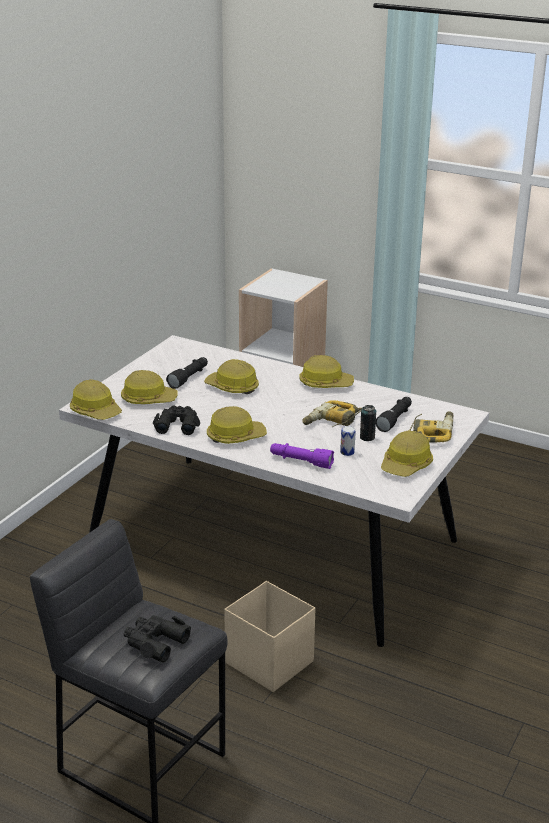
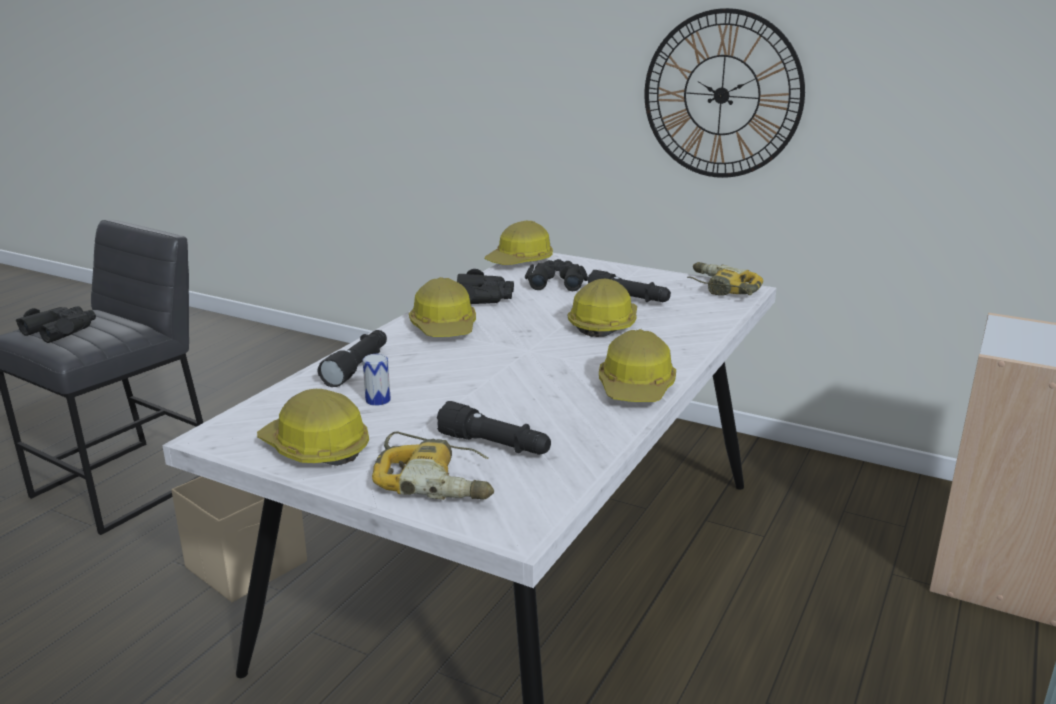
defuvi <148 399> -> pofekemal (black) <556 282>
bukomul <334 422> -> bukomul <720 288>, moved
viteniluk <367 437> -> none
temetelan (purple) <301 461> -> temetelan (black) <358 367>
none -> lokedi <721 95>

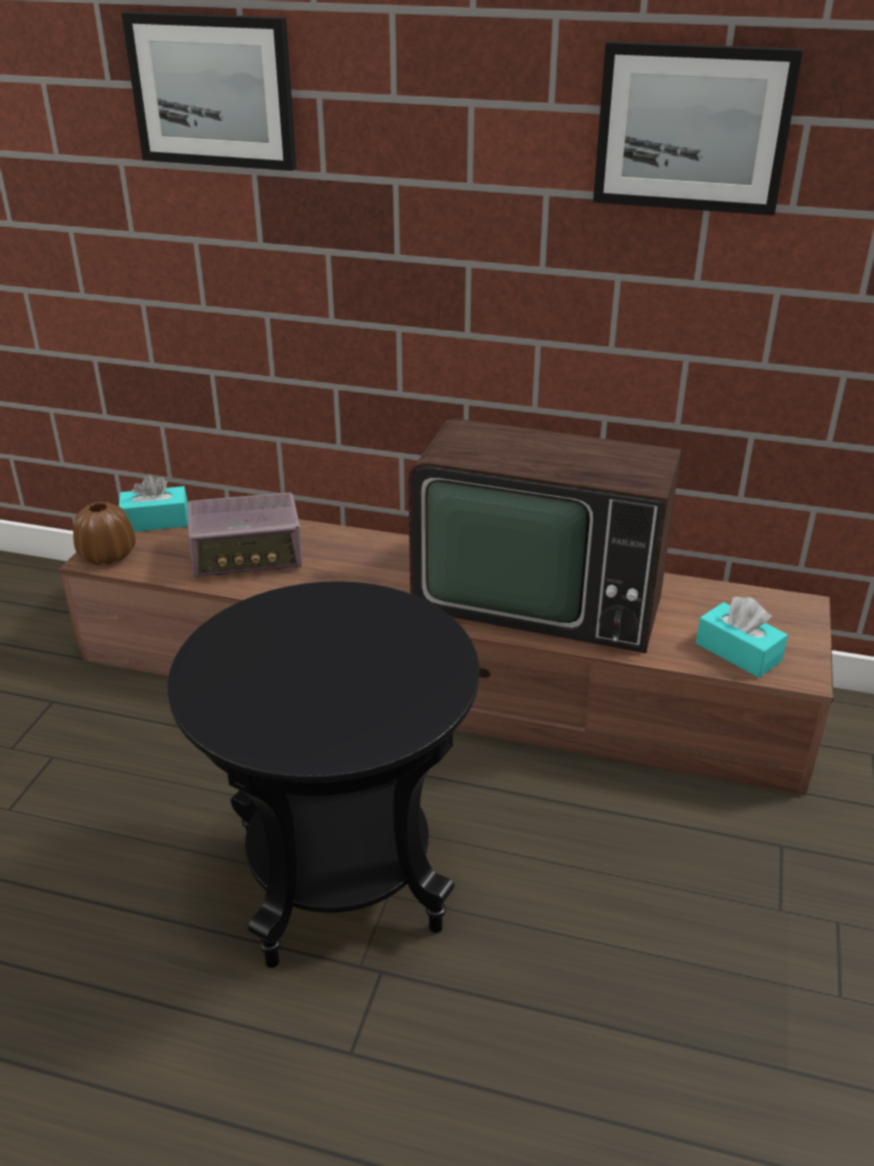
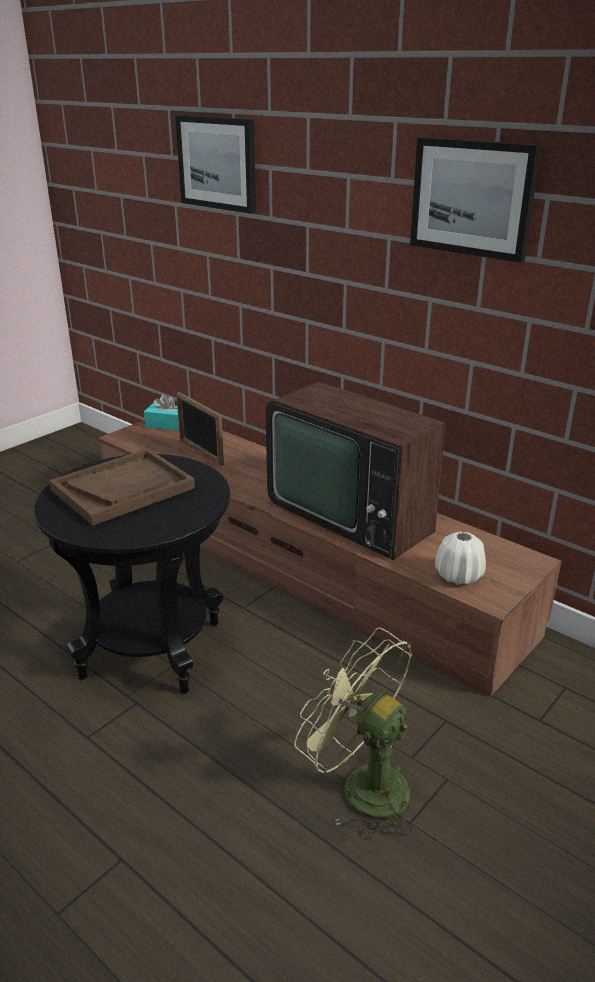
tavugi <247 555> -> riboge <201 452>
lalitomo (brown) <107 555> -> none
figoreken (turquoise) <738 652> -> lalitomo (white) <458 576>
none -> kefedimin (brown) <123 489>
none -> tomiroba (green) <361 785>

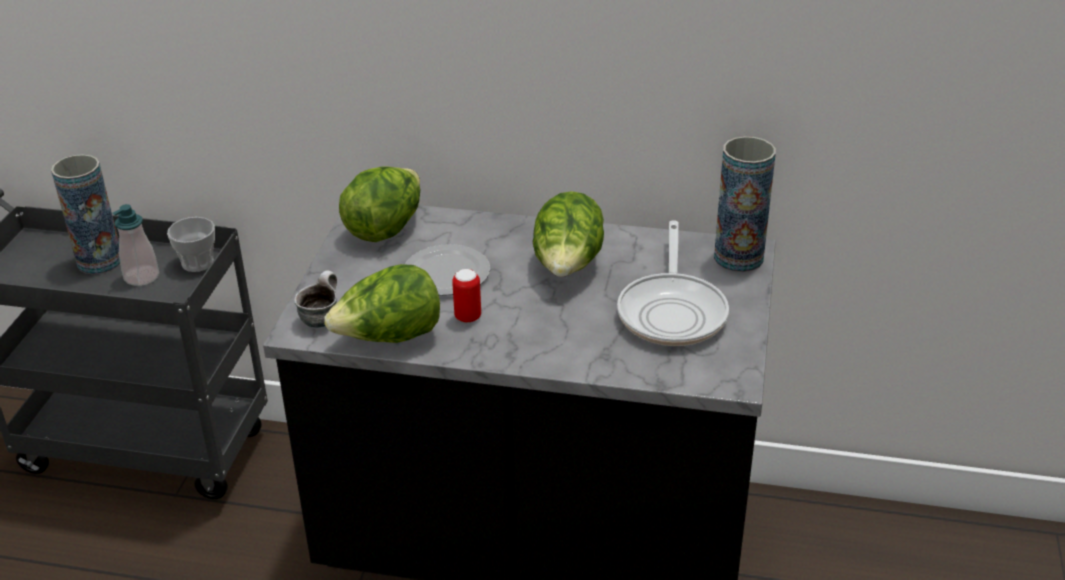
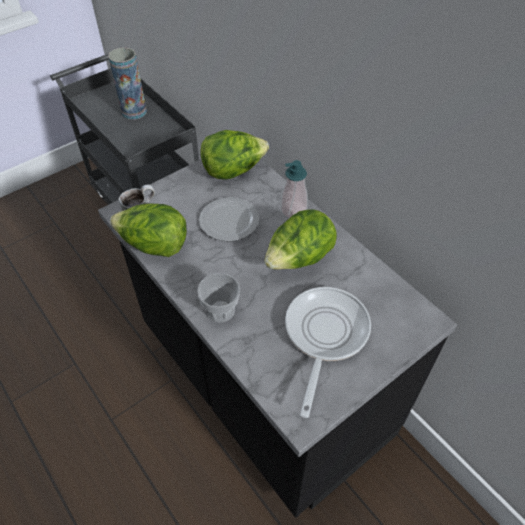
lalitomo <738 257> -> none
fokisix <141 277> -> fokisix <293 211>, moved
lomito <197 263> -> lomito <220 311>, moved
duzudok <673 311> -> duzudok <324 335>, 150 degrees clockwise
viteniluk <468 317> -> none

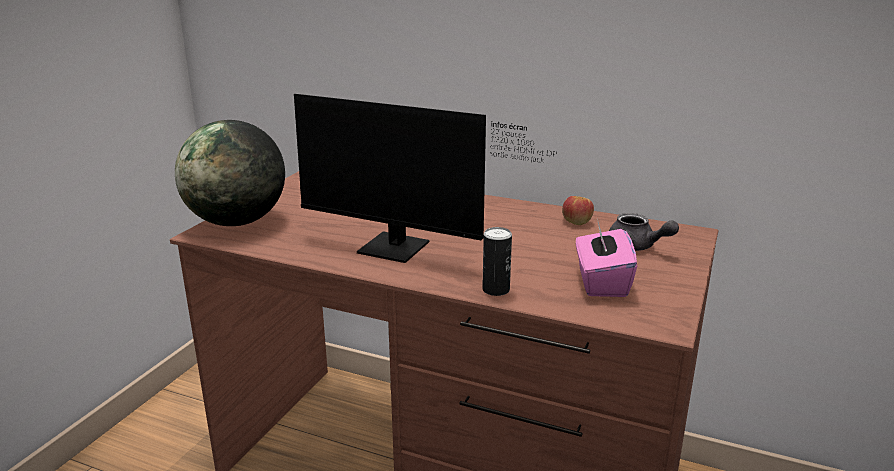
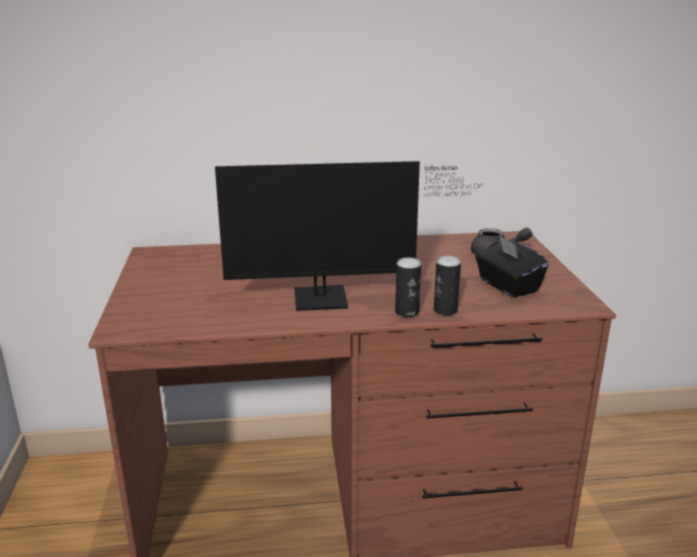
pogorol <237 222> -> none
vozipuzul <576 222> -> none
figoreken (pink) <601 282> -> figoreken (black) <507 286>
none -> viteniluk <407 312>

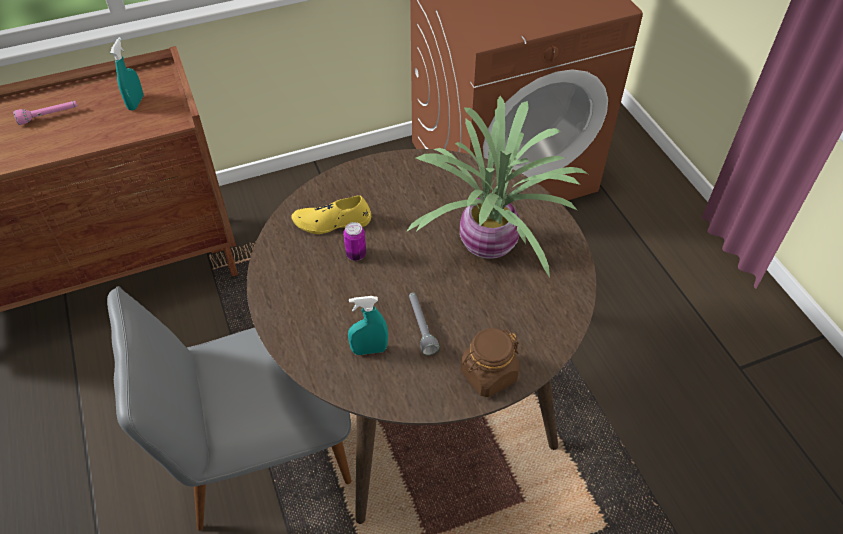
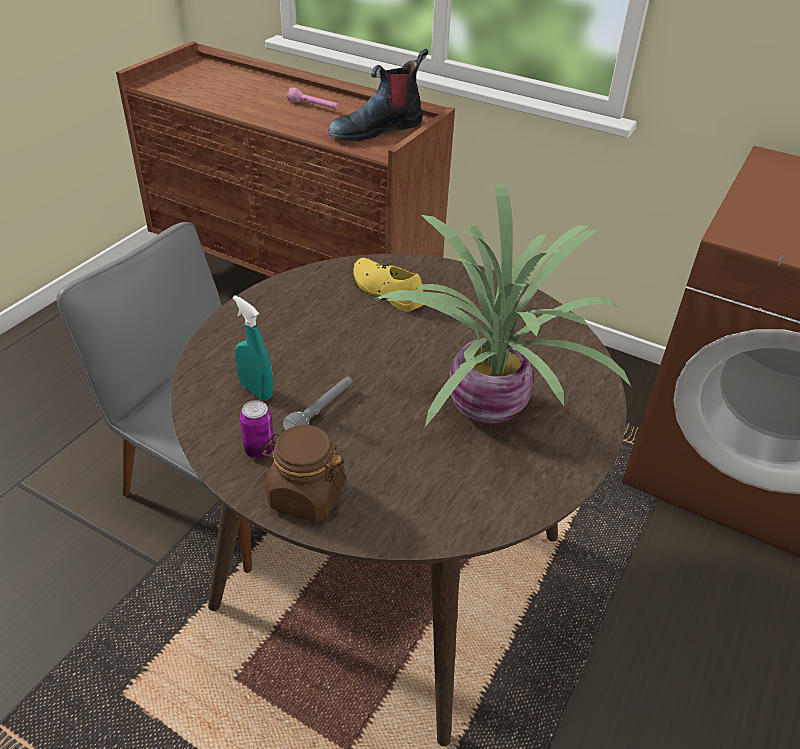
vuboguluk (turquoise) <136 103> -> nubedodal <376 129>
viteniluk <356 254> -> viteniluk <259 450>, moved

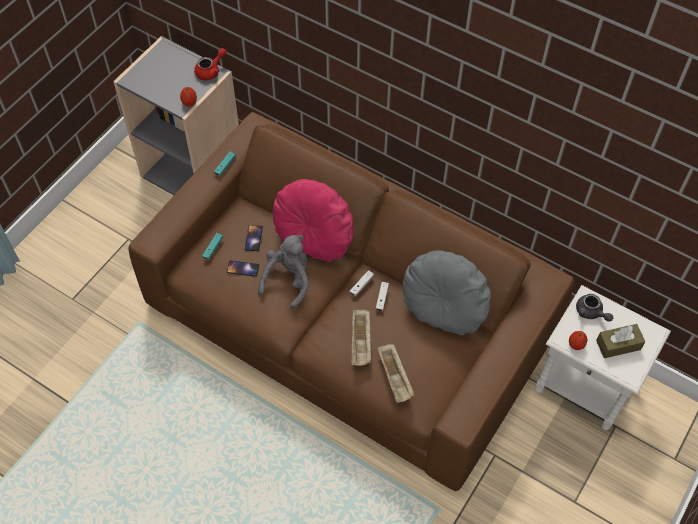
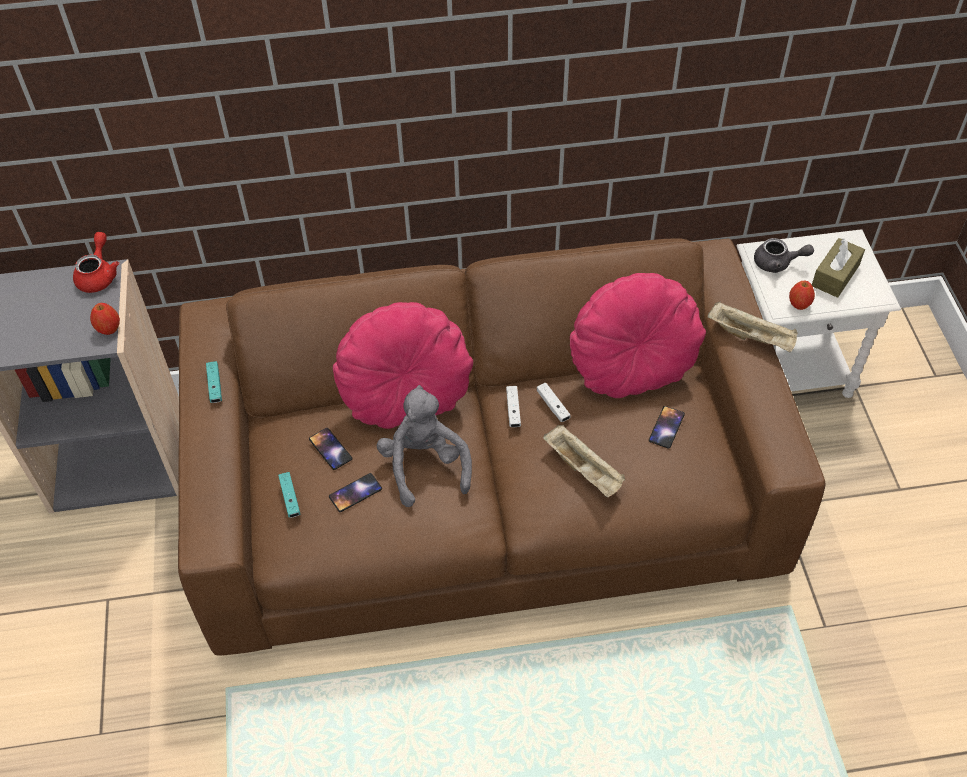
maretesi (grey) <443 313> -> maretesi (pink) <631 374>
kefedimin (beige) <395 378> -> kefedimin (beige) <751 337>, moved
none -> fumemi <666 427>

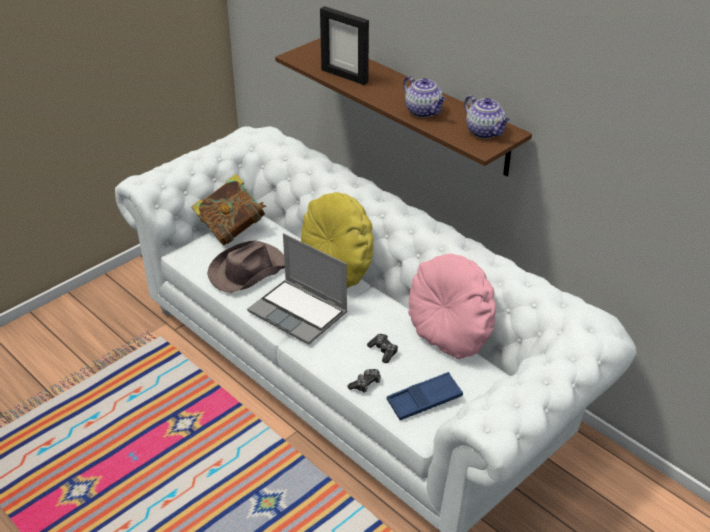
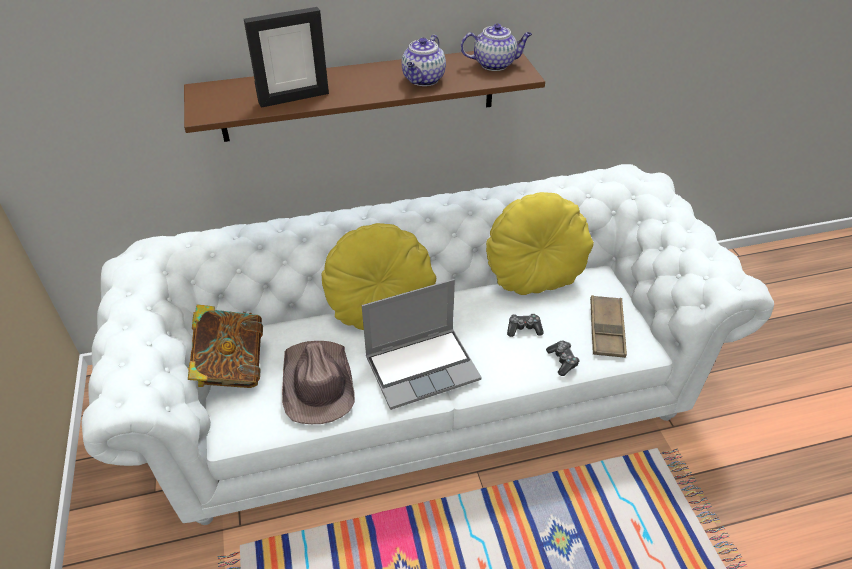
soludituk <424 112> -> soludituk <423 80>, 120 degrees clockwise
maretesi (pink) <448 339> -> maretesi (yellow) <534 280>
kefedimin (blue) <424 400> -> kefedimin (brown) <606 330>

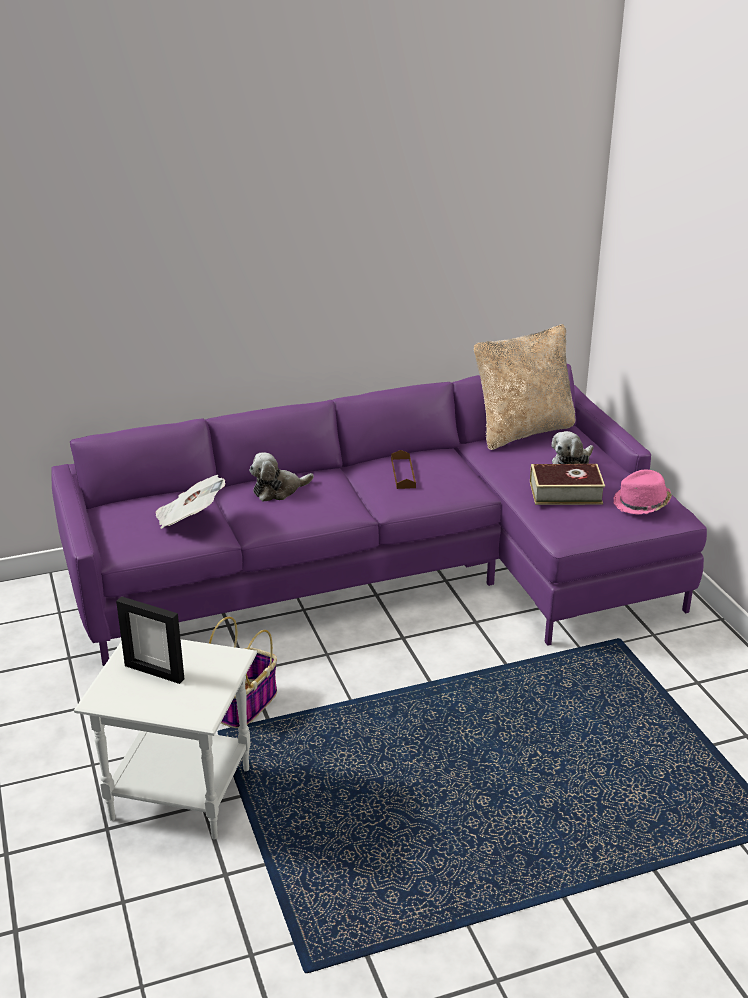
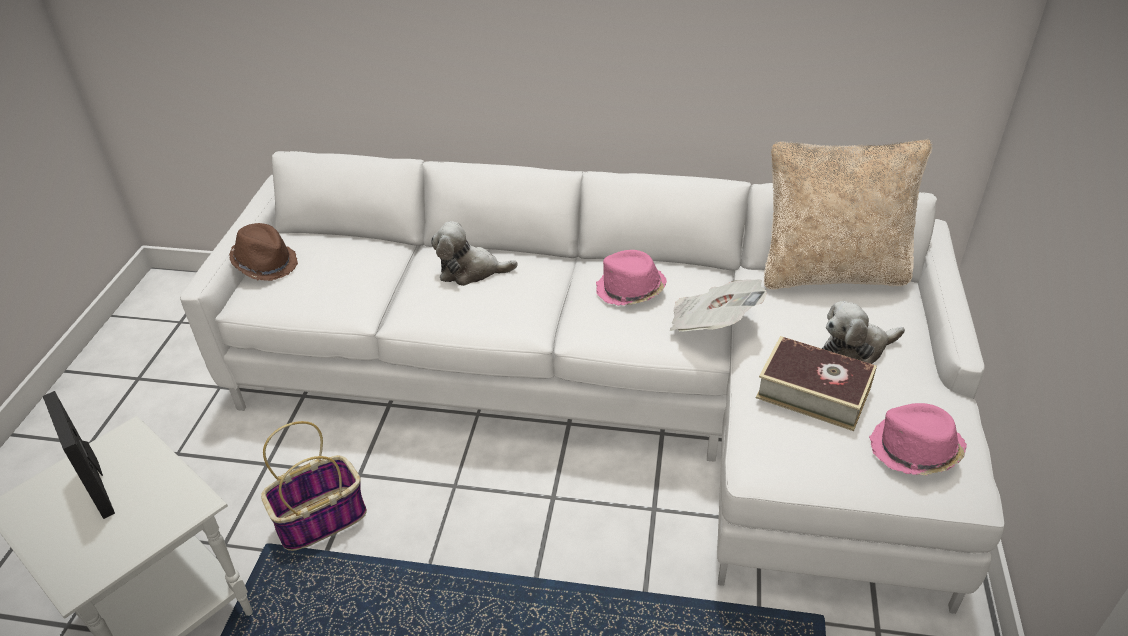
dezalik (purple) <391 570> -> dezalik (white) <609 396>
kefedimin (brown) <403 473> -> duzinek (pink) <630 291>
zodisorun <189 518> -> zodisorun <712 324>, moved
none -> duzinek (brown) <265 264>

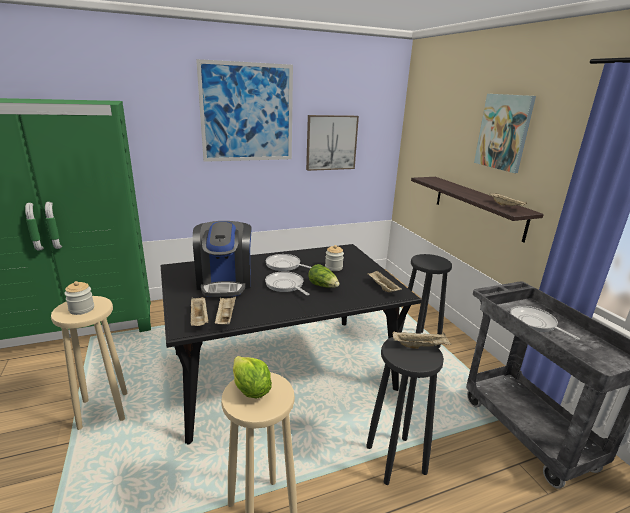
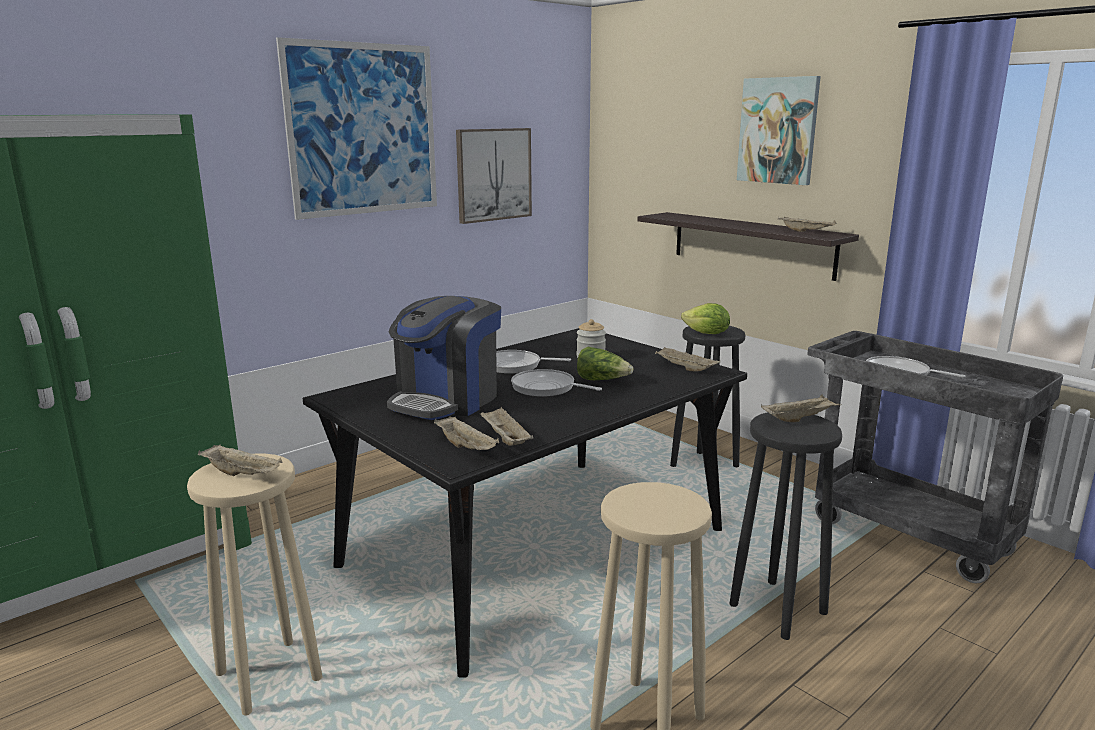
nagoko <225 282> -> nagoko <447 400>, 60 degrees clockwise
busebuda <81 309> -> kefedimin (beige) <243 474>
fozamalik <250 390> -> fozamalik <706 334>, moved

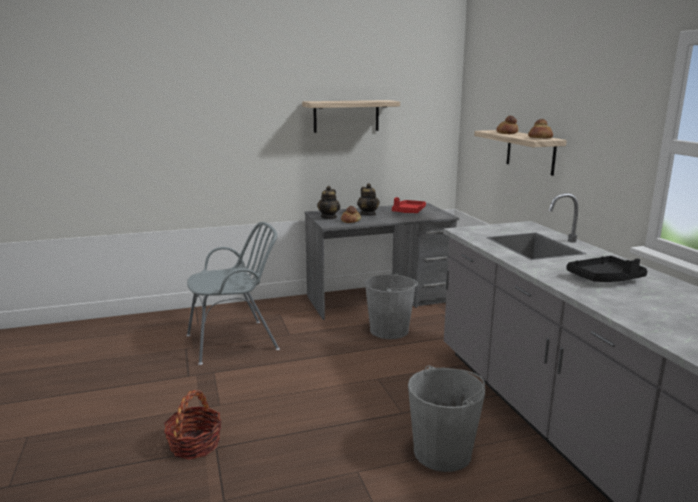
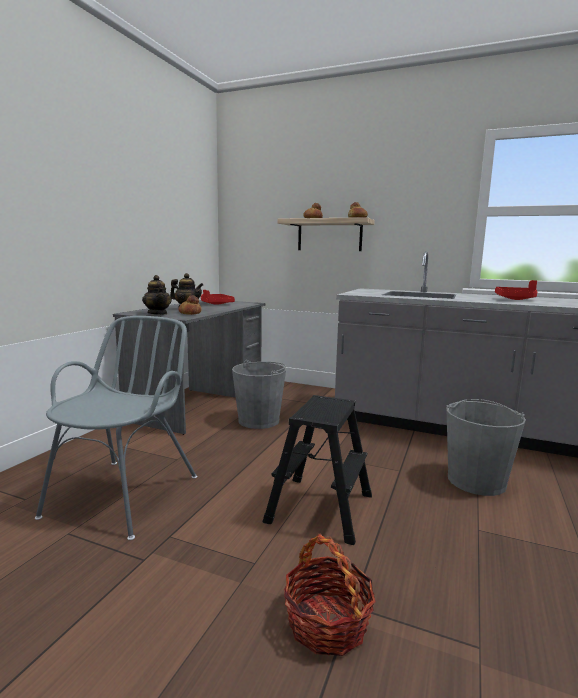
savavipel <346 116> -> none
kefedimin (black) <605 278> -> kefedimin (red) <515 299>
none -> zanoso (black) <320 507>

